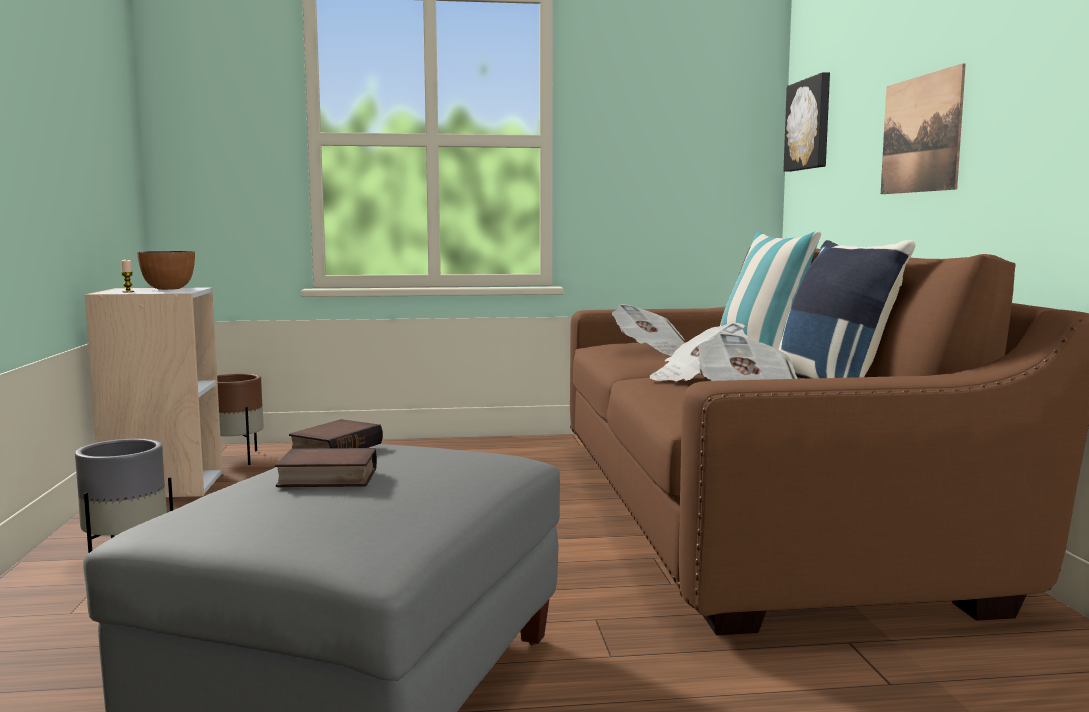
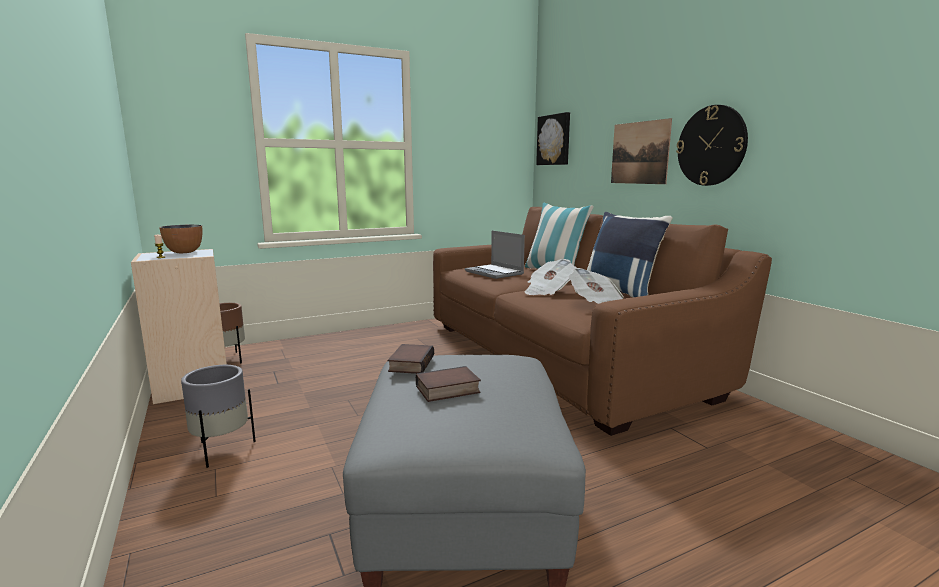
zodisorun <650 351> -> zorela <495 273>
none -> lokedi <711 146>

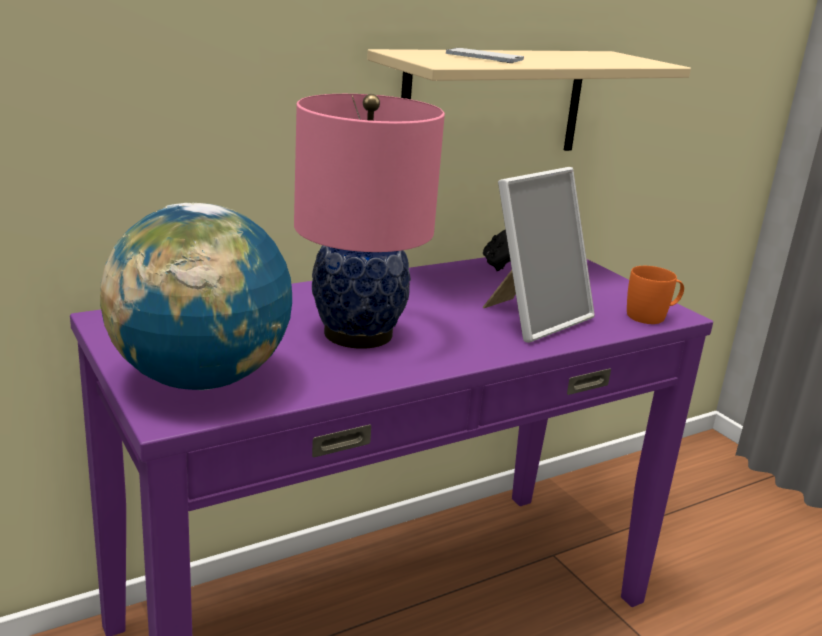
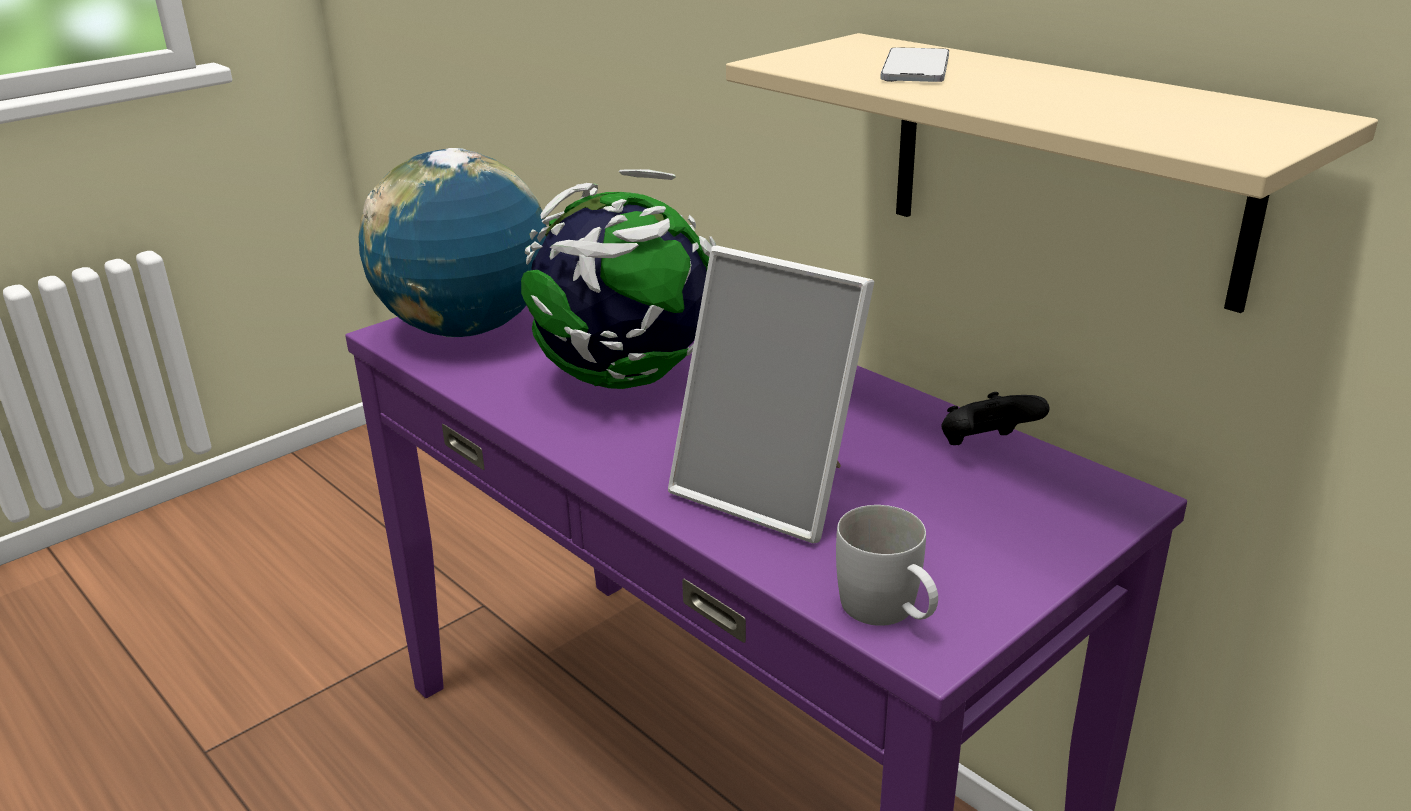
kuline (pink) <357 333> -> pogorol <624 380>
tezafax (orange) <652 316> -> tezafax (white) <888 613>

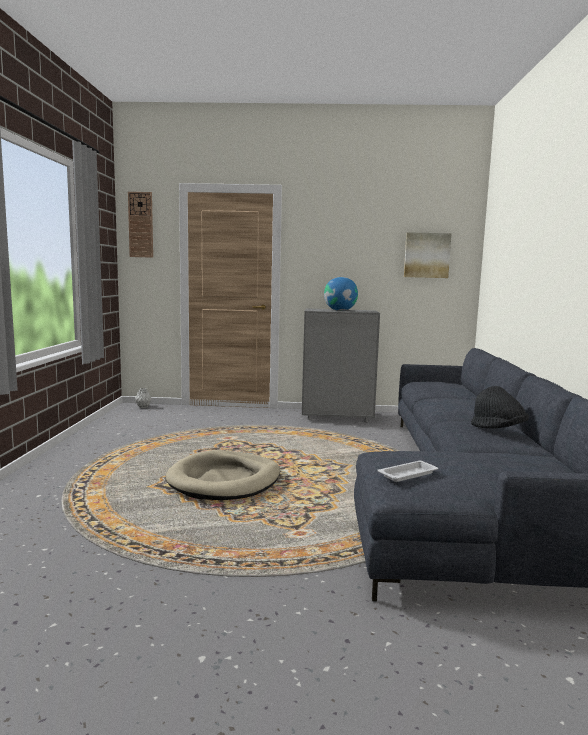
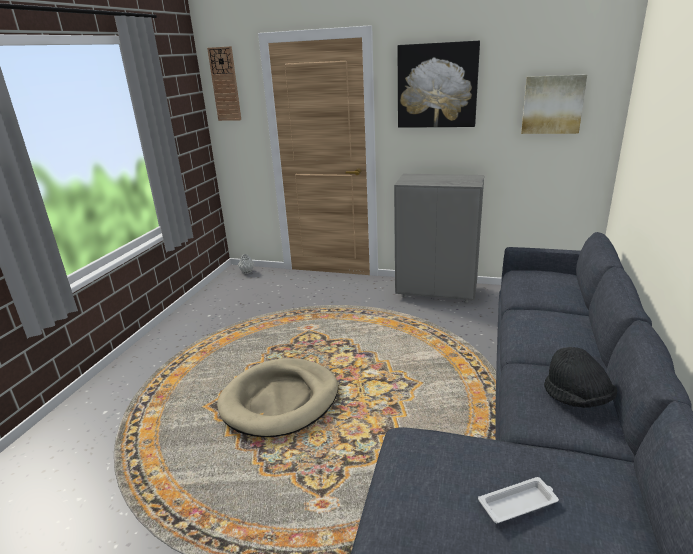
pogorol <340 310> -> none
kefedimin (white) <408 474> -> kefedimin (white) <519 503>, moved
none -> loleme <437 86>

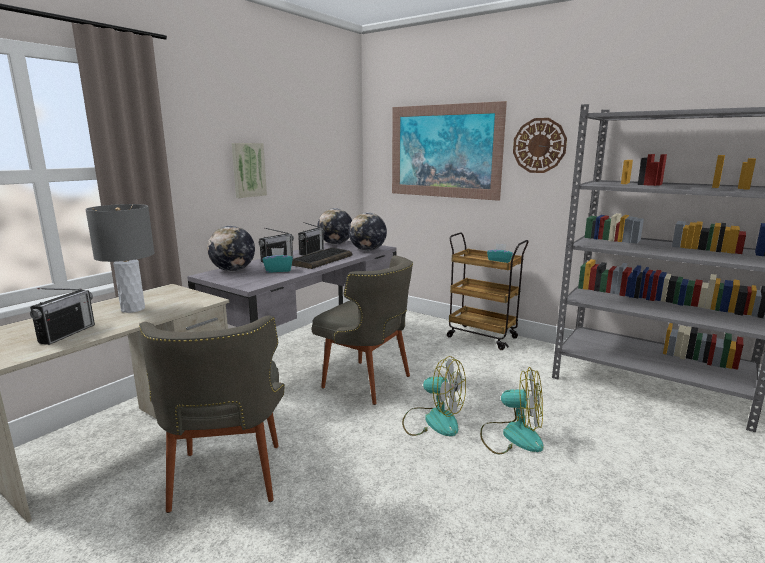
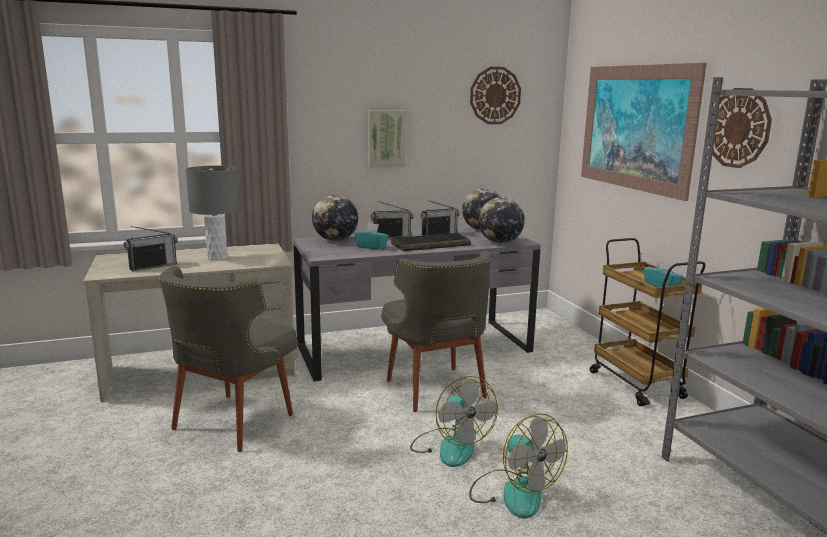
none -> lokedi <495 95>

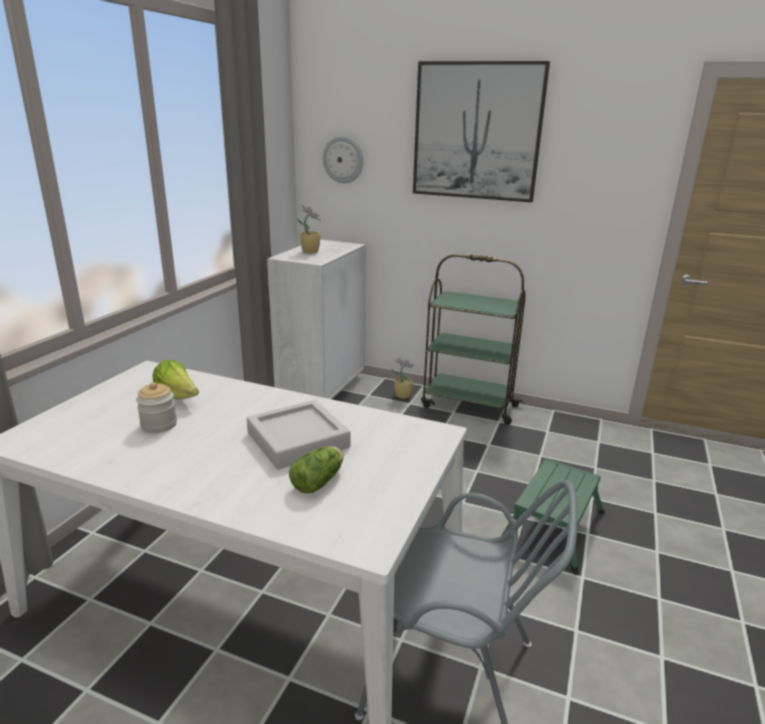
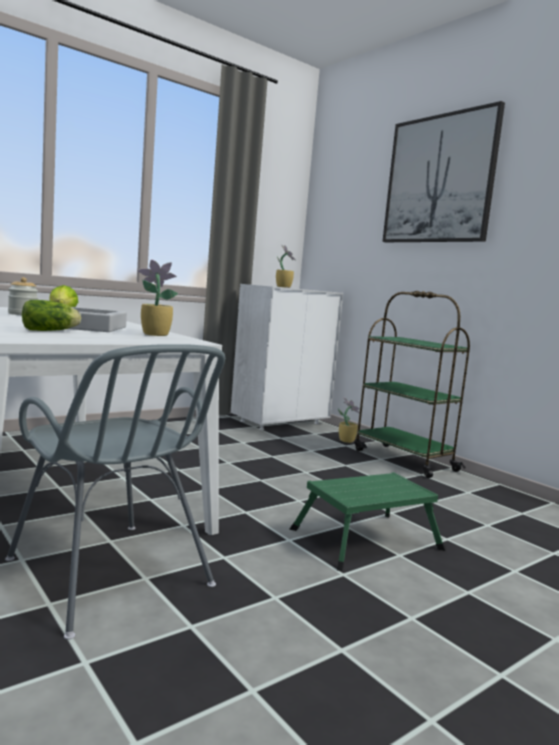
lokedi <343 159> -> none
none -> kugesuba <154 334>

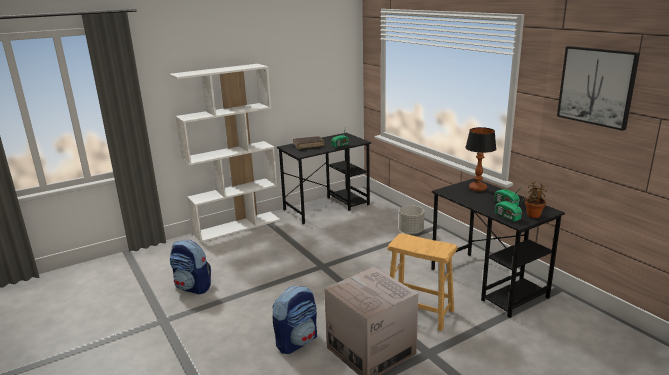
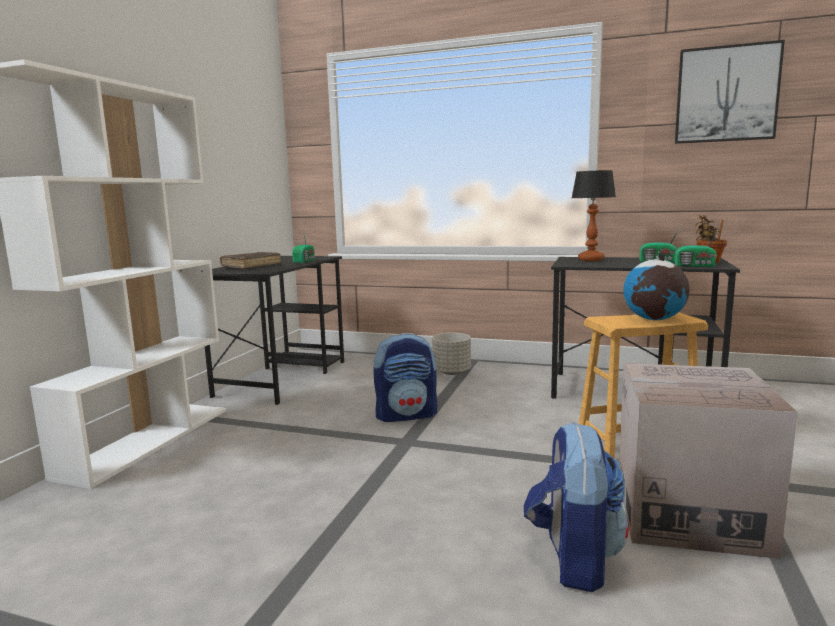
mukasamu <193 287> -> mukasamu <406 415>, moved
none -> pogorol <654 319>

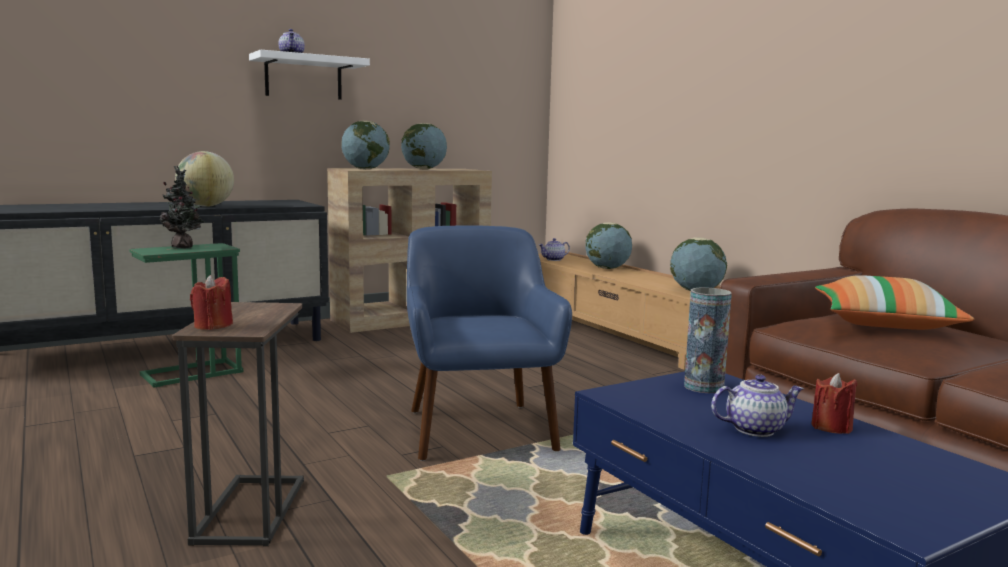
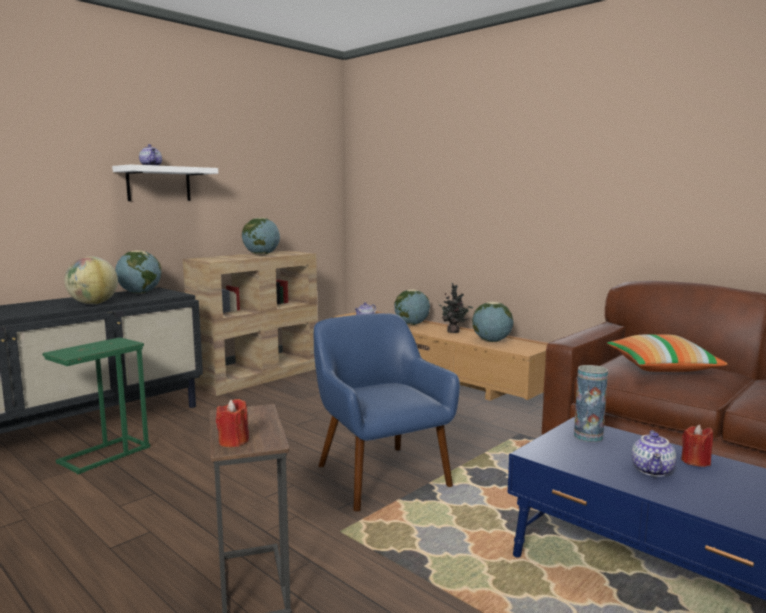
pogorol <365 169> -> pogorol <140 293>, moved
kugesuba <184 247> -> kugesuba <454 332>, moved
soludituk <754 429> -> soludituk <653 471>, 135 degrees clockwise

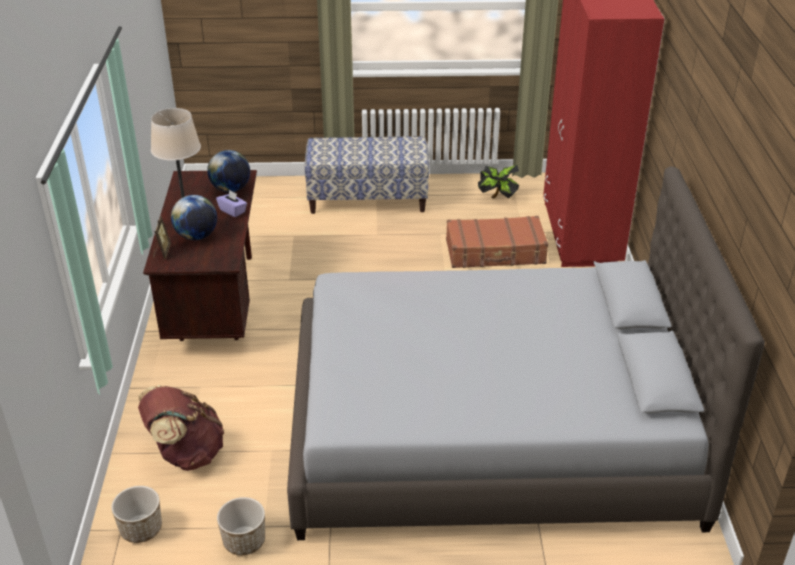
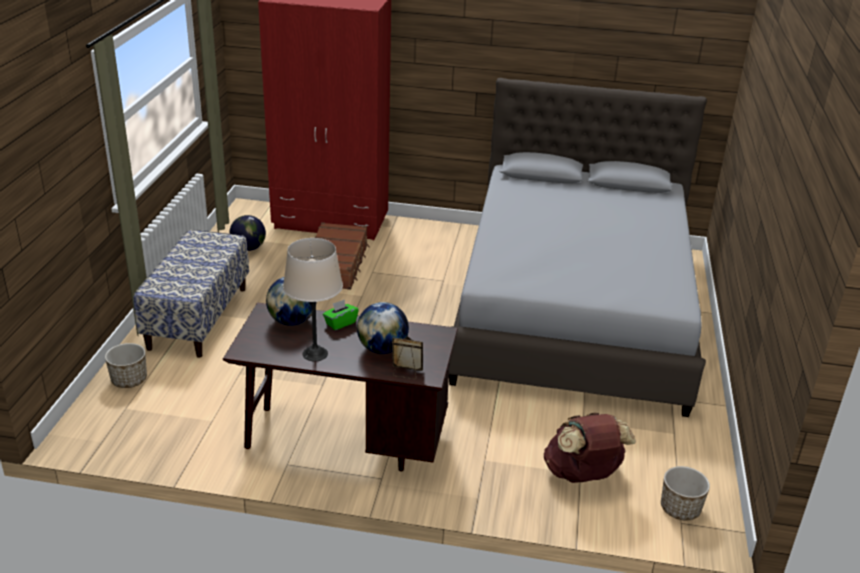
kugesuba <498 198> -> pogorol <248 248>
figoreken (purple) <233 211> -> figoreken (green) <340 323>
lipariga <244 541> -> lipariga <129 380>, moved

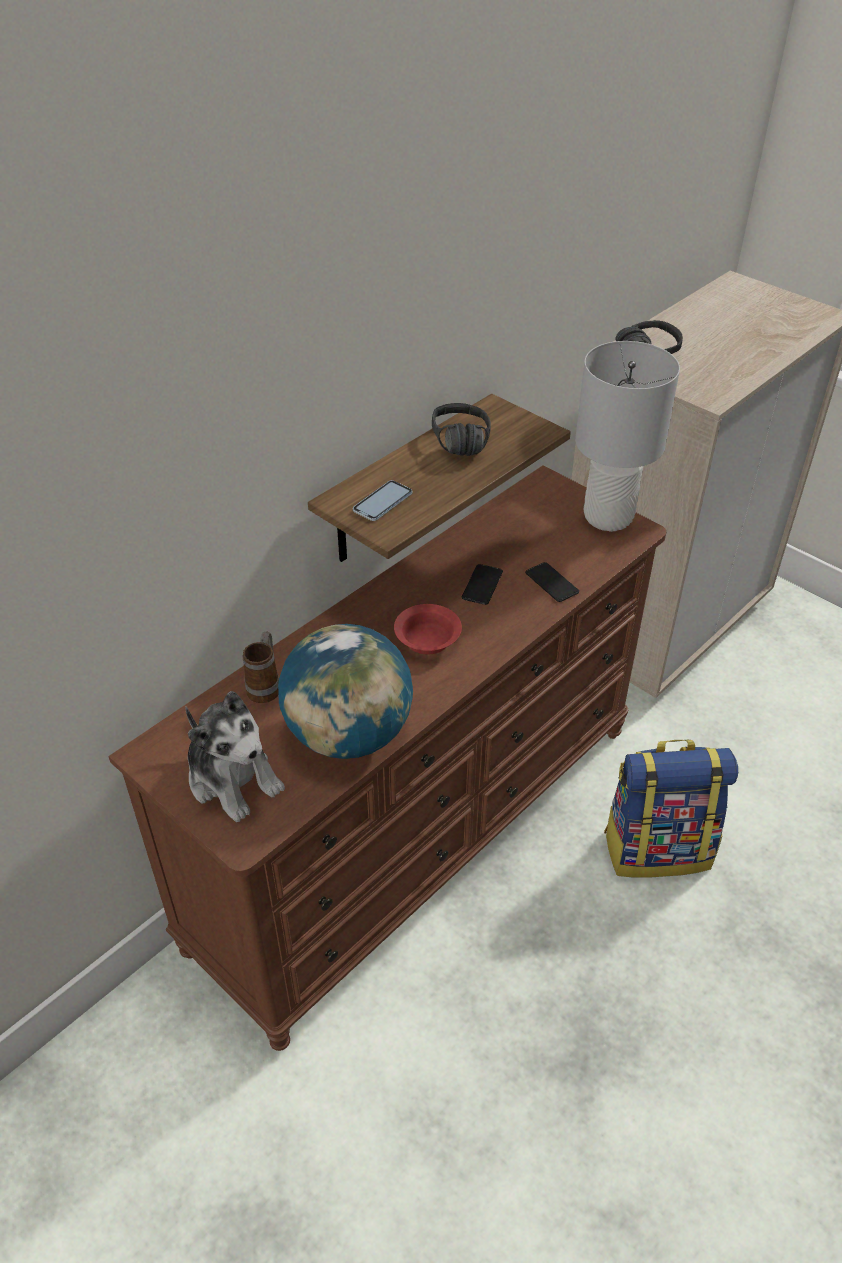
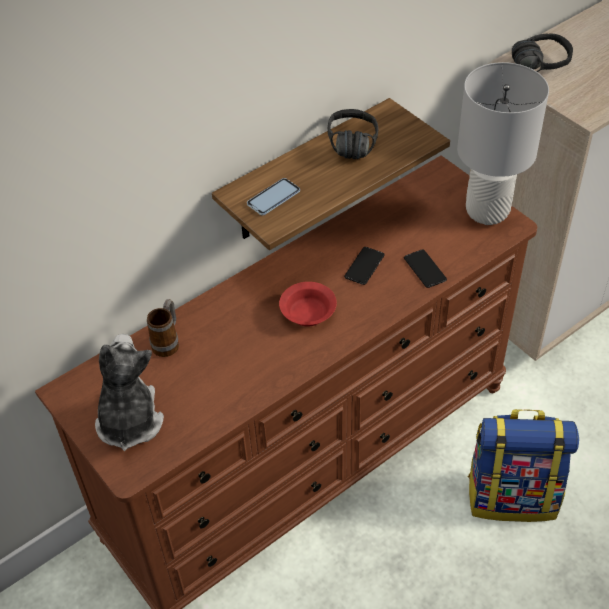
pogorol <349 735> -> none
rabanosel <233 779> -> rabanosel <129 420>, 150 degrees counterclockwise

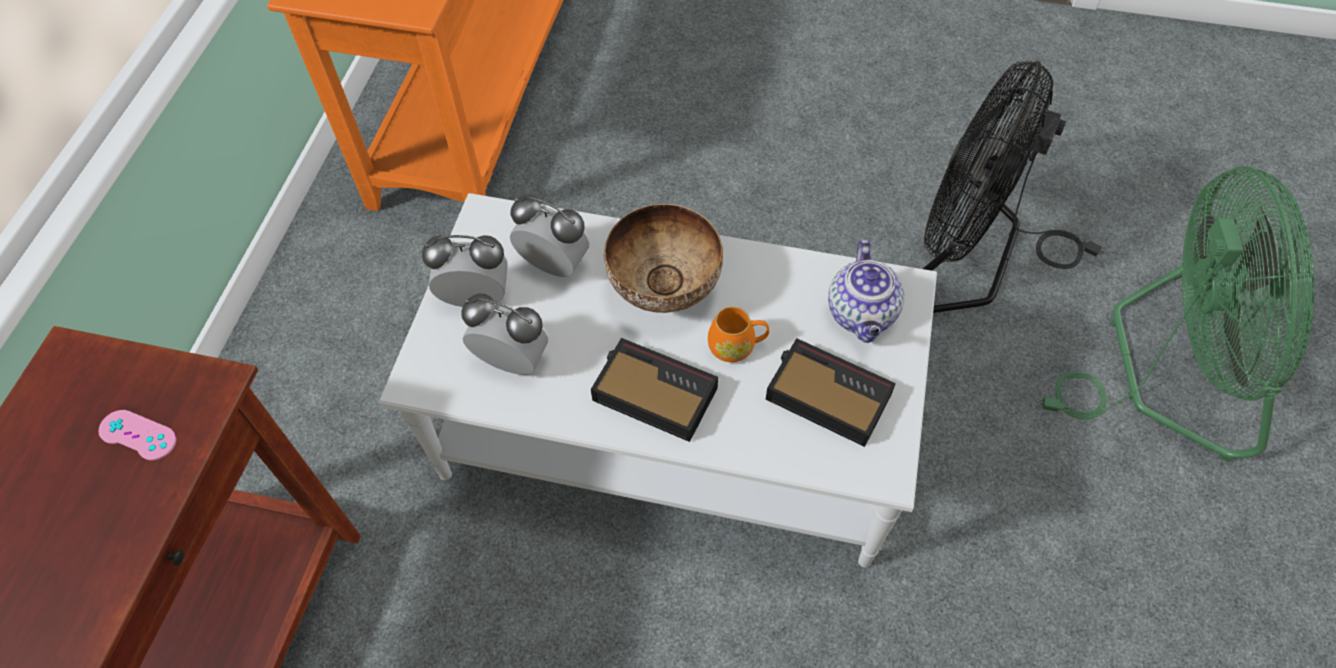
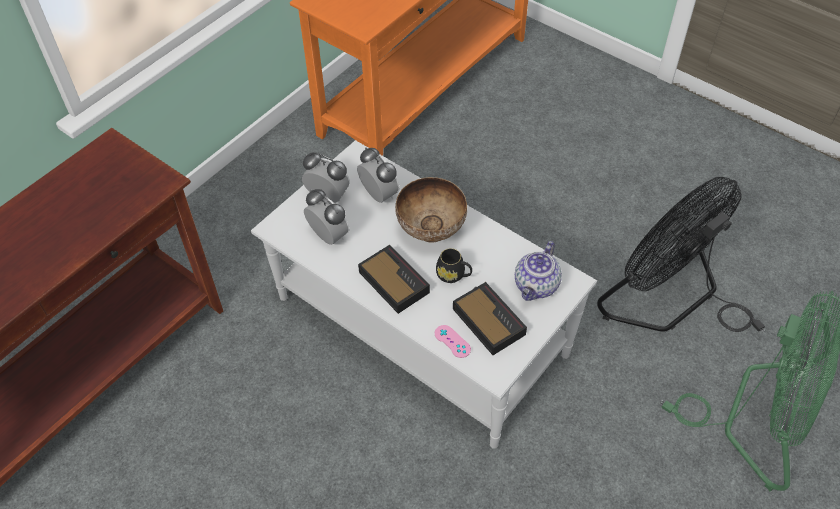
tezafax (orange) <737 346> -> tezafax (black) <453 275>
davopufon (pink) <138 435> -> davopufon (pink) <452 341>, moved

